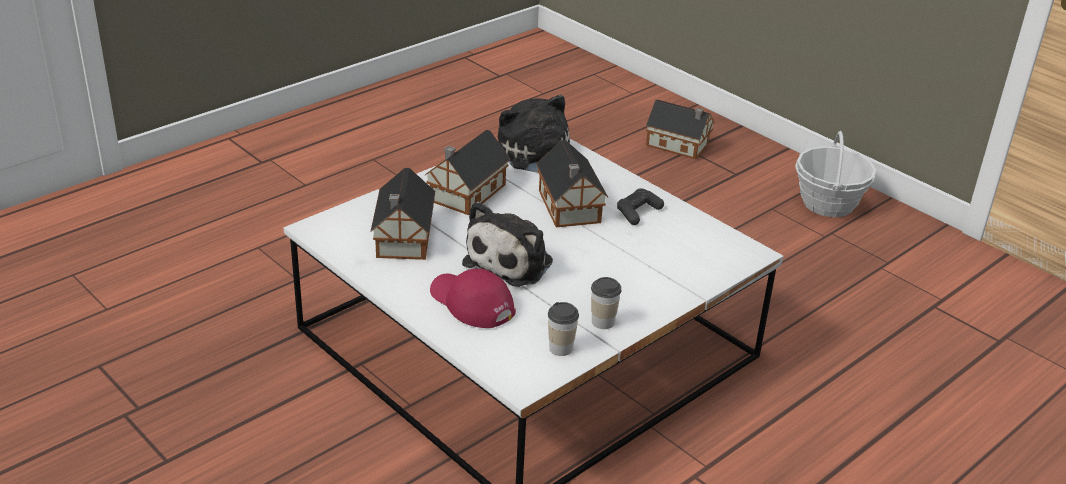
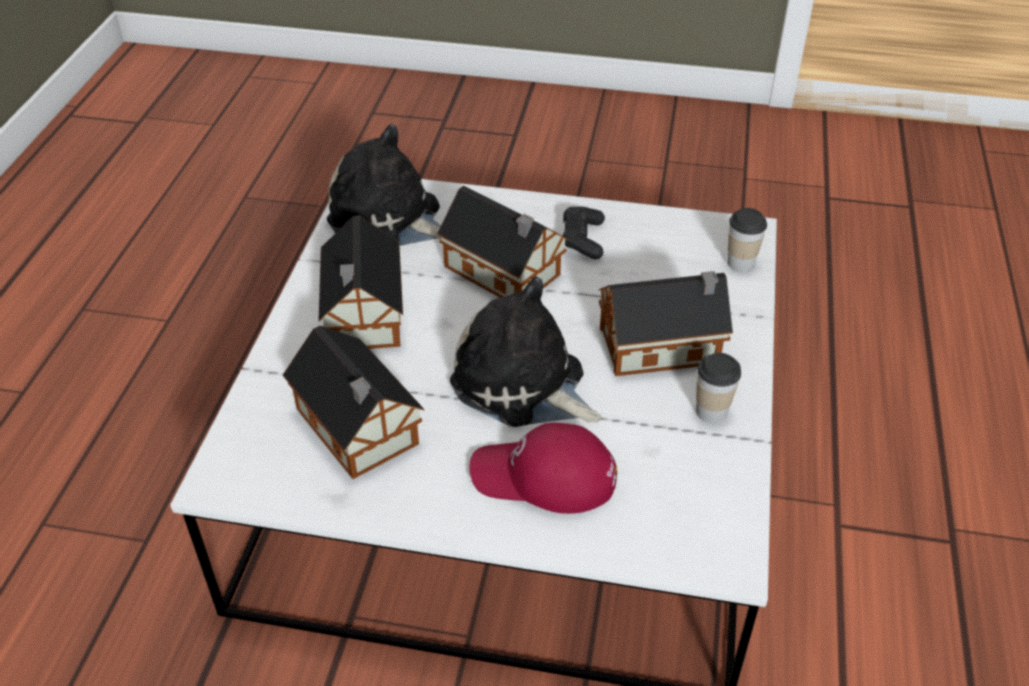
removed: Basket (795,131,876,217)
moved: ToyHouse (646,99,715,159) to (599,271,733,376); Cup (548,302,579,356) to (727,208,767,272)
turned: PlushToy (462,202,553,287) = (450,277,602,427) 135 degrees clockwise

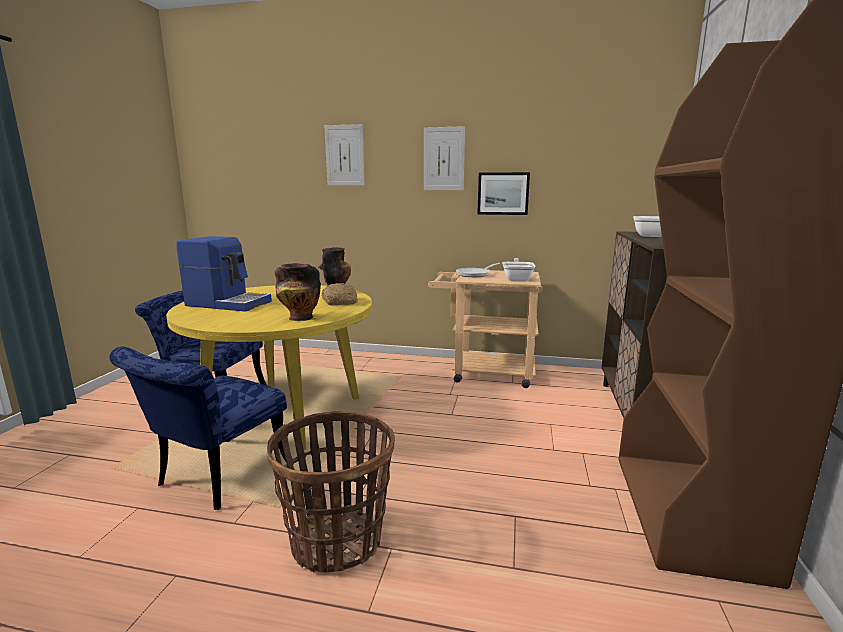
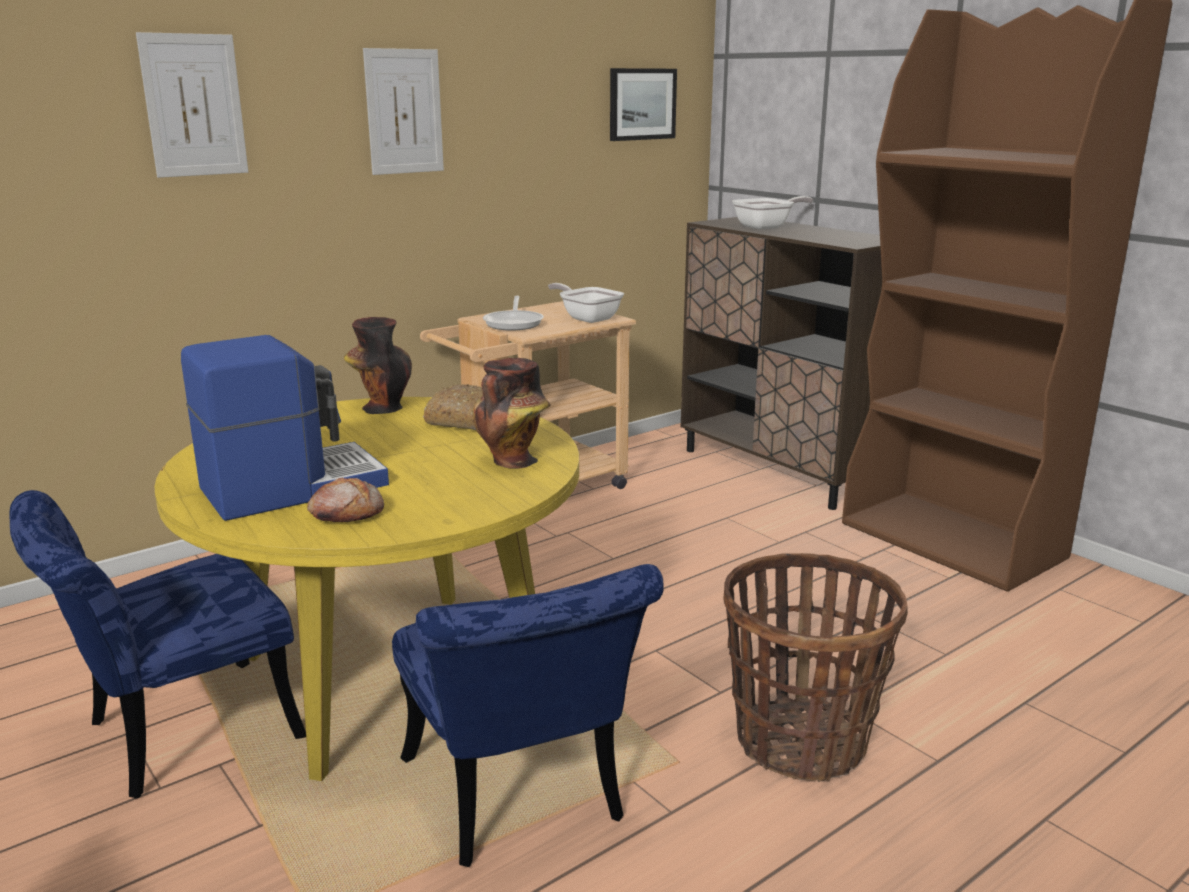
added: Bread (307,478,384,522)
moved: Picture (477,172,530,215) to (610,68,677,141)

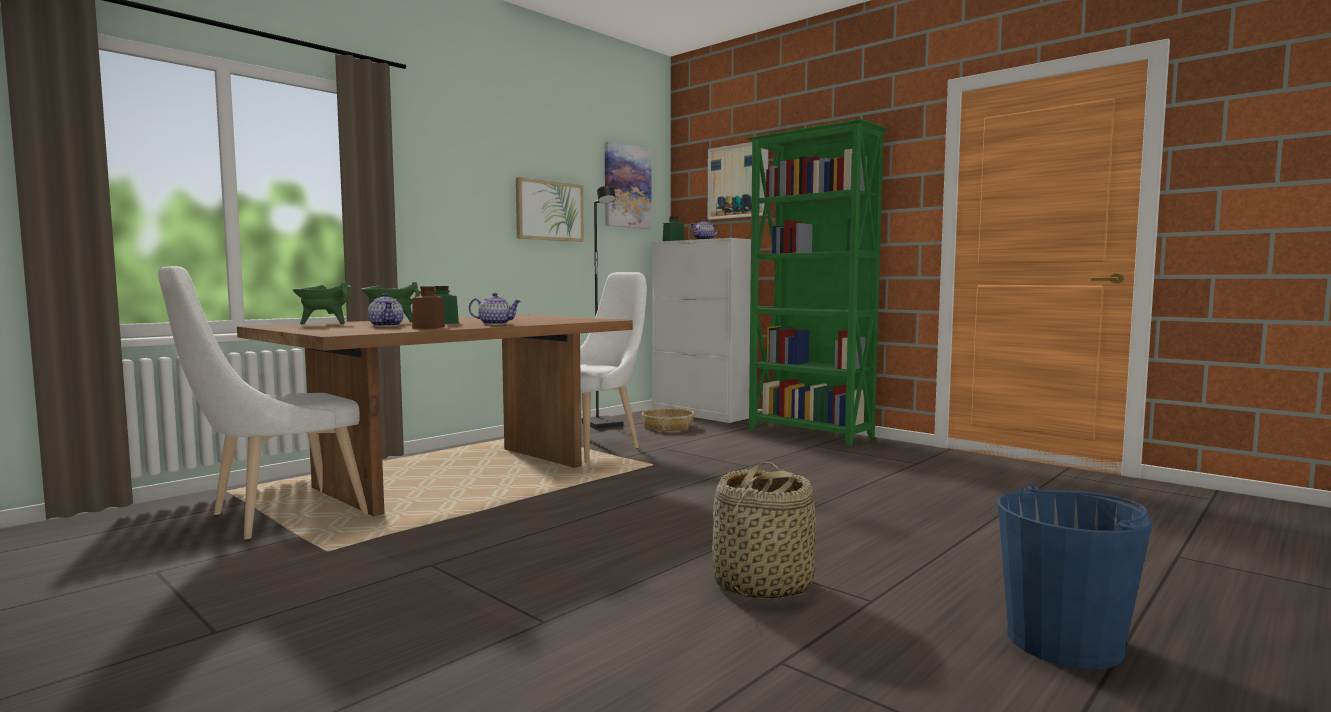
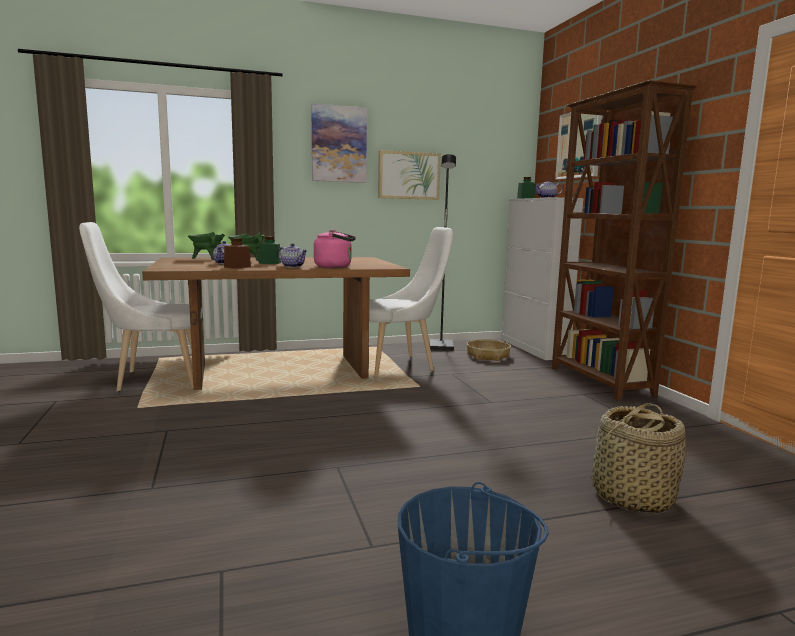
added: PinkKettle (314,230,356,268)
moved: Picture (605,141,651,229) to (311,103,367,183); Basket (712,462,816,599) to (591,403,686,514)
recoloured: GreenBookcase (747,119,888,446) to BrownBookcase (552,80,697,401)

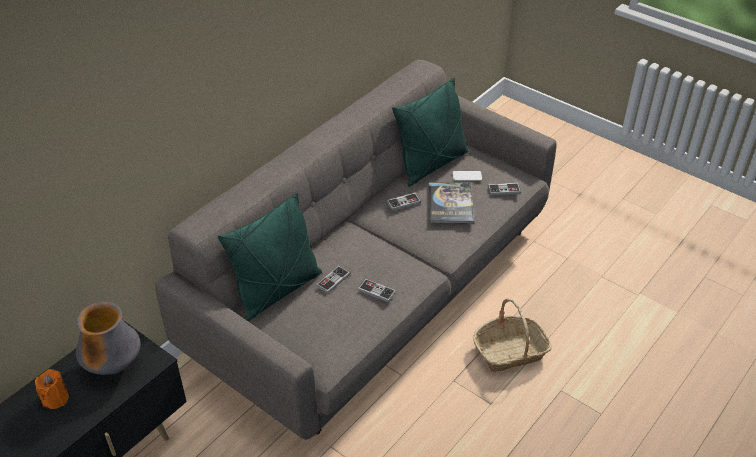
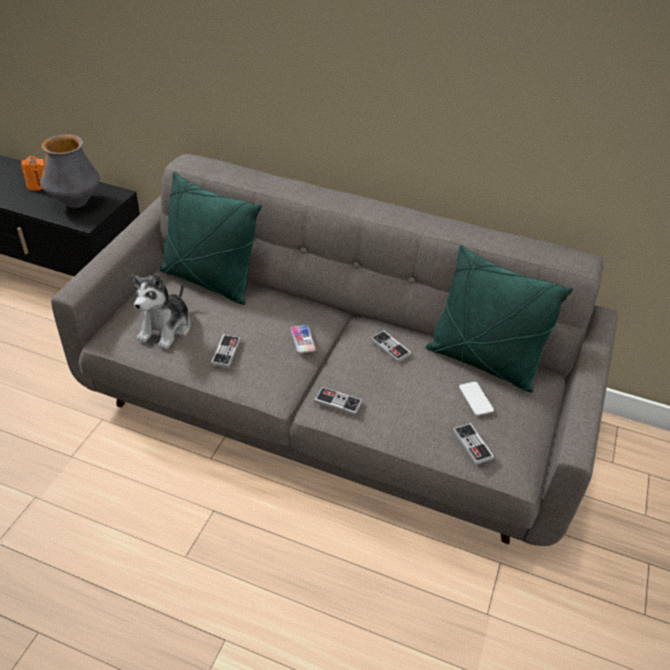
removed: Book (429,182,475,224); Basket (473,299,552,372)
added: PlushToy (131,273,191,349); Phone (291,325,316,353)
moved: GameController (316,266,350,294) to (314,387,362,416)

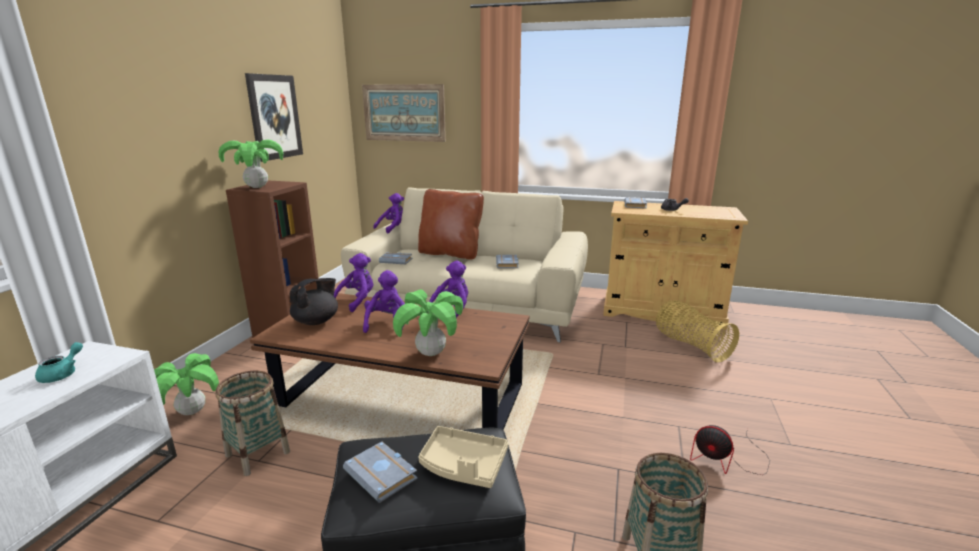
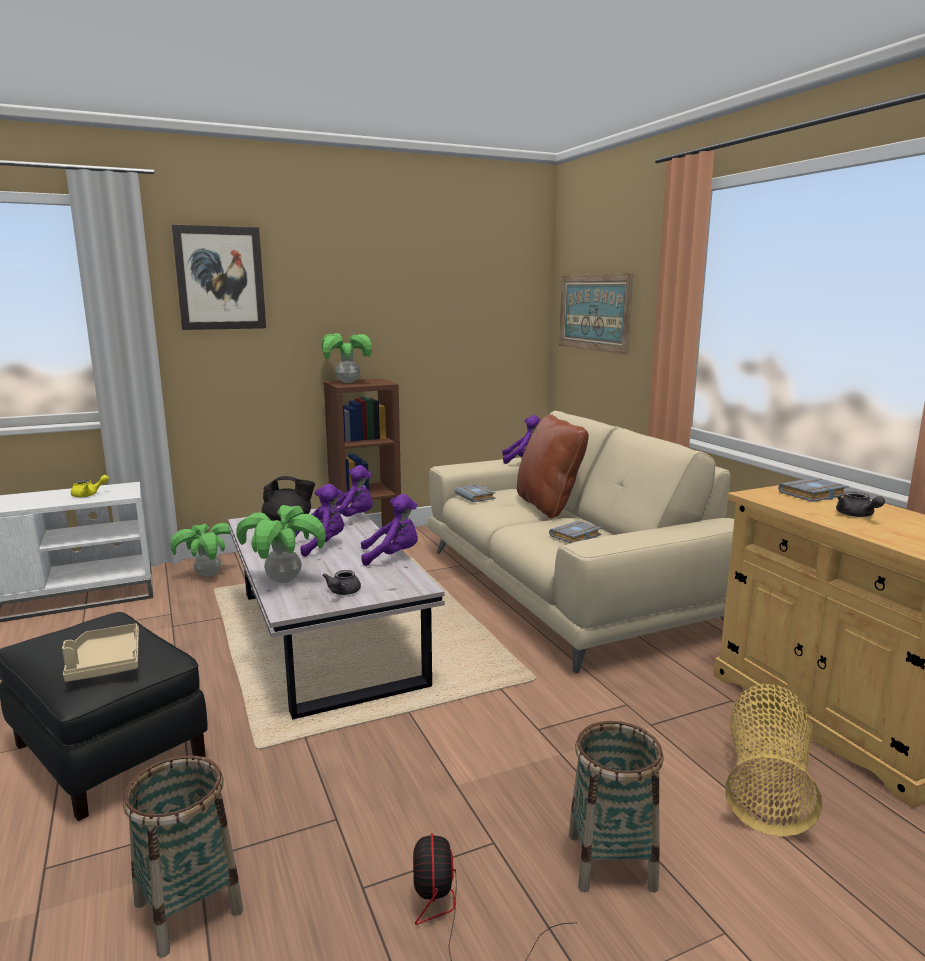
removed: GreyBook (343,442,418,503)
added: GreyTeapot (322,570,361,595)
moved: Picture (245,73,303,162) to (172,225,266,330); Basket (216,371,290,476) to (569,721,664,893)
recoloured: BrownCoffeeTable (250,293,530,430) to WhiteCoffeeTable (228,504,445,720); TurquoiseTeapot (35,342,83,383) to YellowTeapot (71,475,109,497)

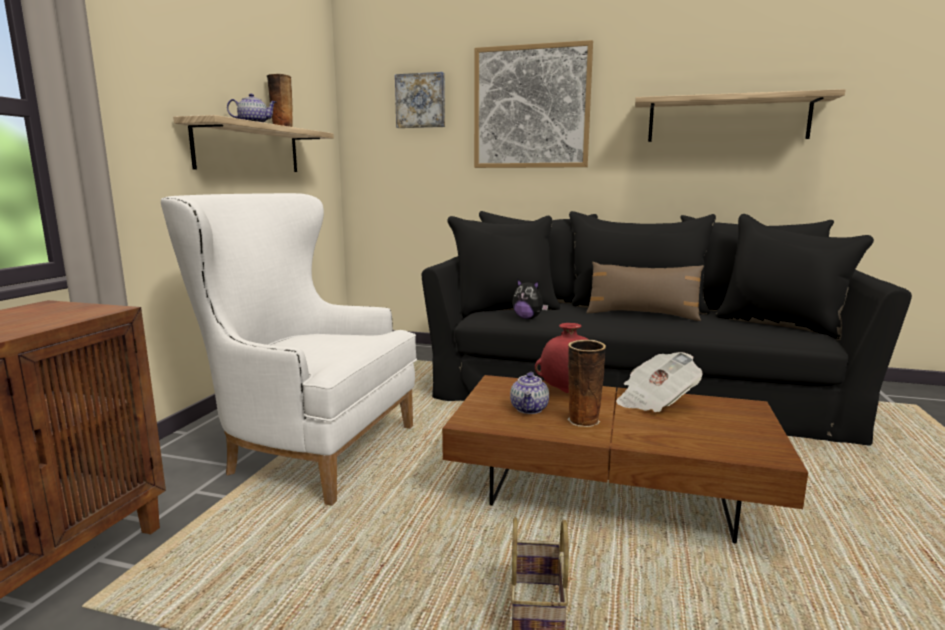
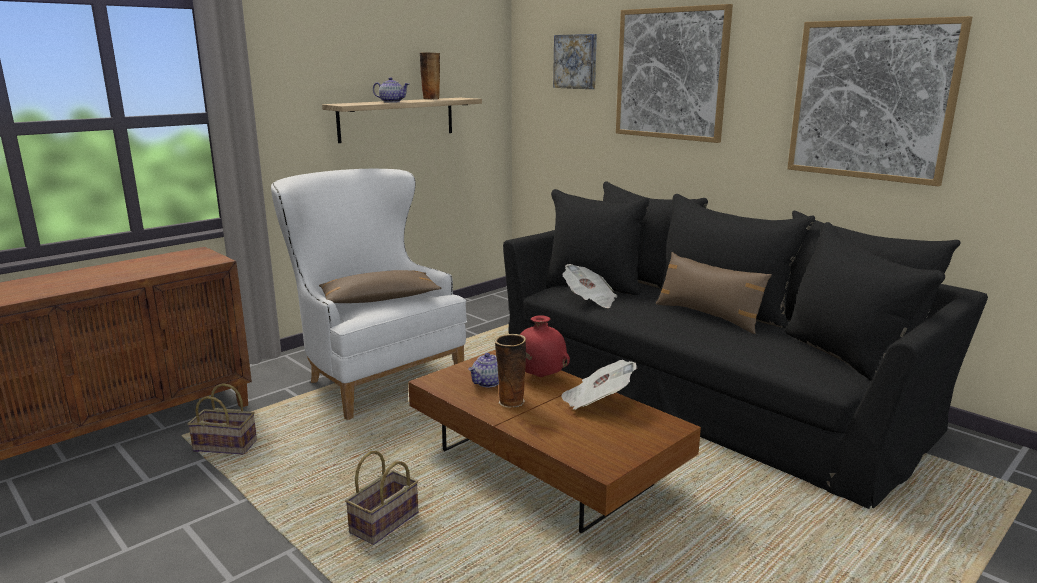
added: BrownPillow (319,270,441,303); Basket (188,383,257,454)
replaced: Shelf (635,89,846,142) to Picture (787,16,972,187); PlushToy (512,279,548,319) to Newspaper (563,264,617,308)

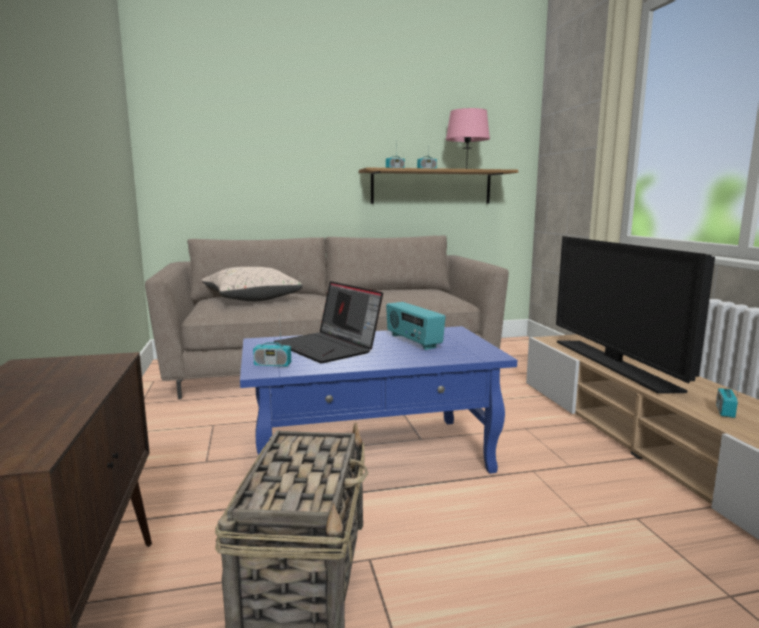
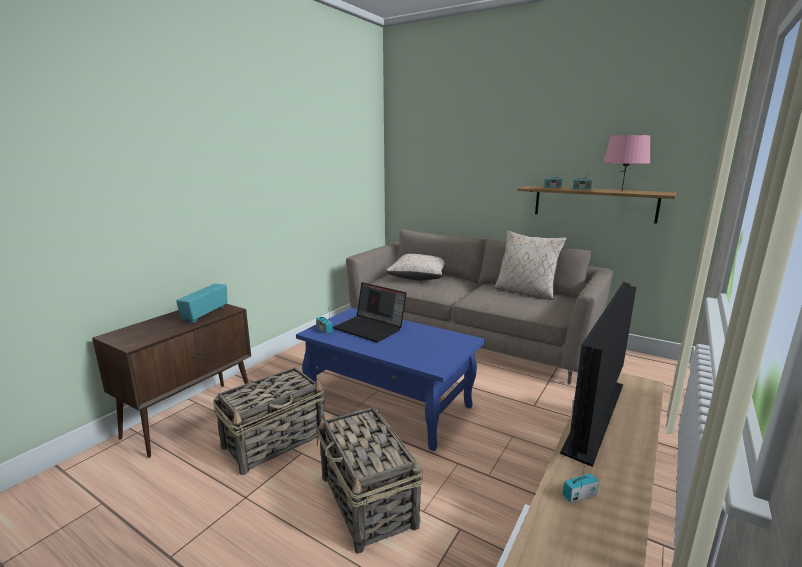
added: BeigePillow (495,230,567,300); Basket (316,407,423,554)
moved: Radio (386,302,446,350) to (176,284,228,323)
turned: Laptop (274,281,383,363) = (333,282,407,342) 60 degrees counterclockwise

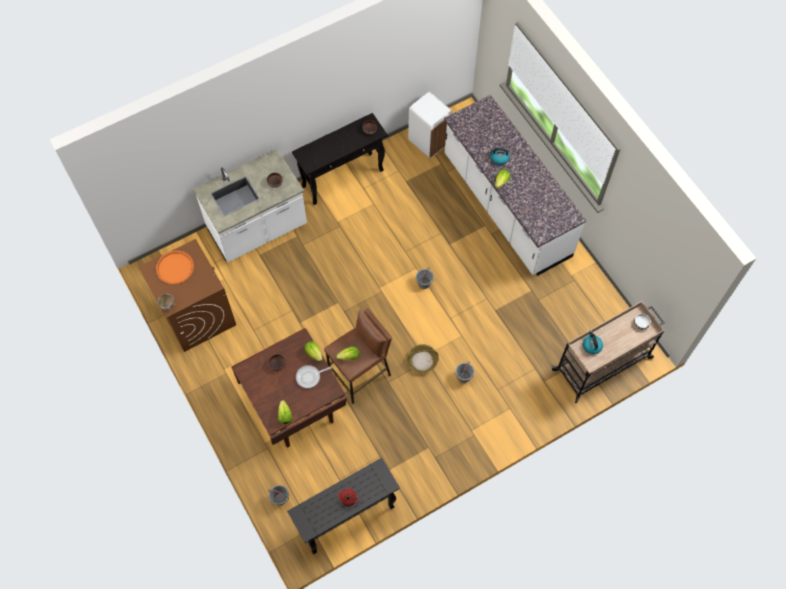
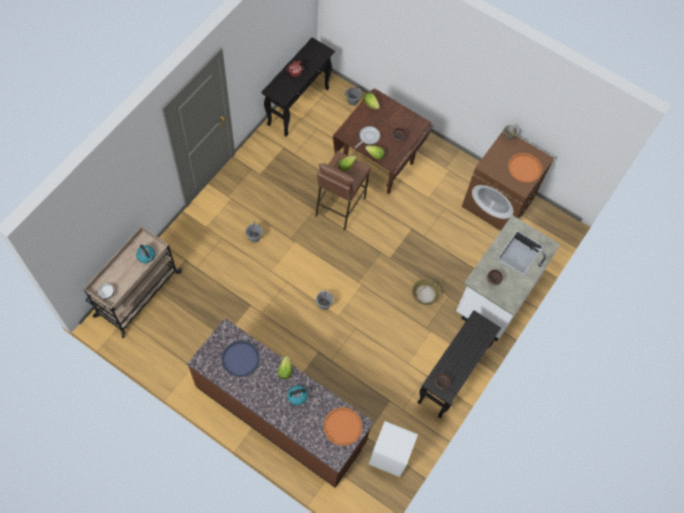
added: BlueTray (221,341,260,377); OrangeTray (323,407,363,446)
moved: Basket (407,344,438,373) to (412,279,441,305)
recoloured: WhiteCounter (444,95,586,276) to BrownCounter (187,318,374,487)

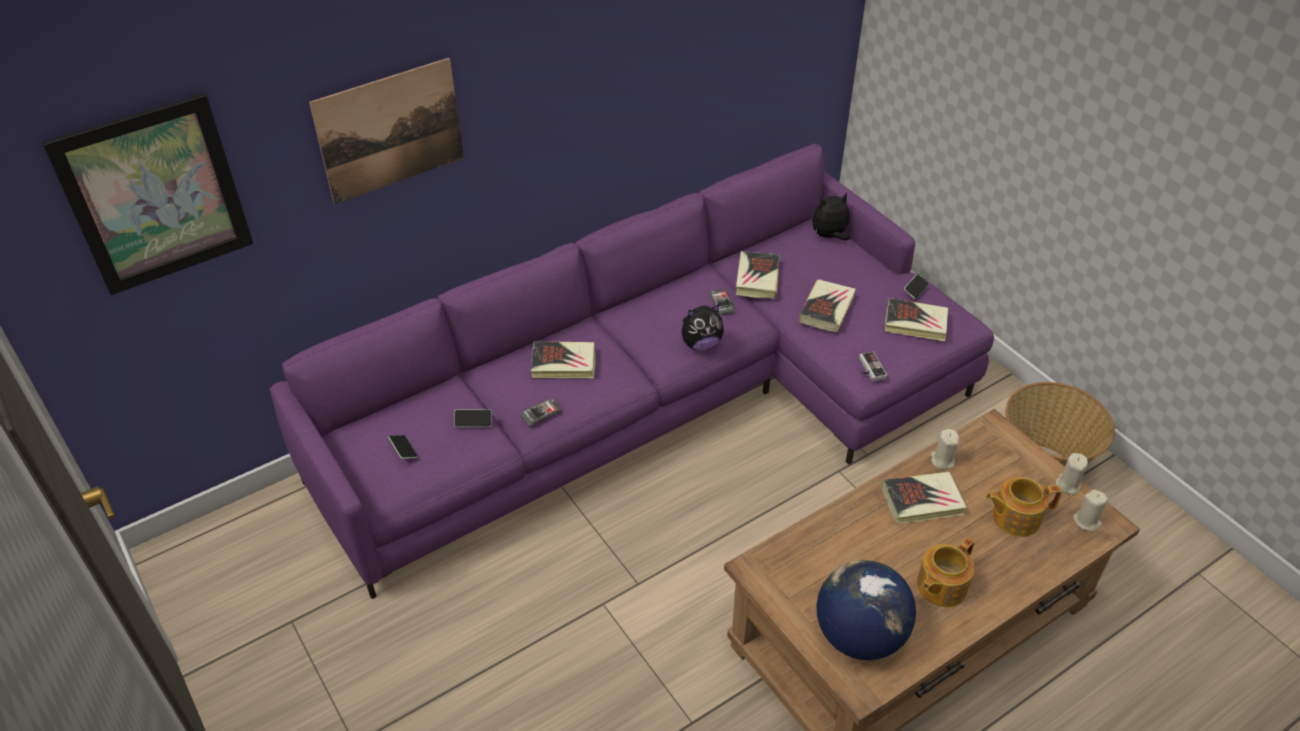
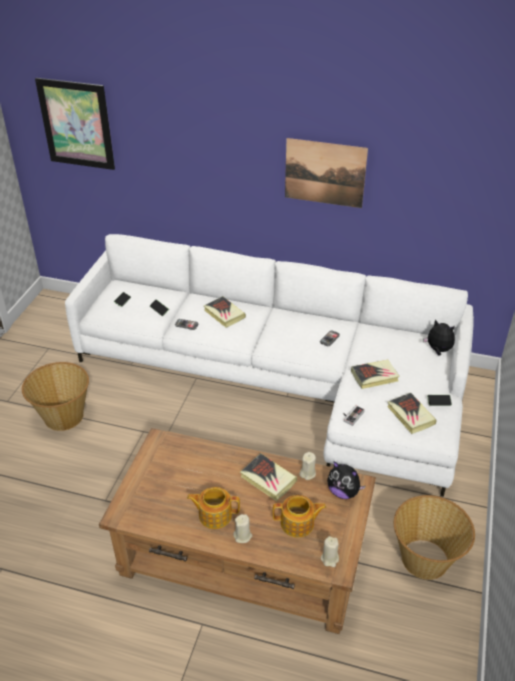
removed: Book (736,251,780,299); Globe (816,560,916,660)
added: Basket (22,362,89,431)
moved: Picture (309,58,464,204) to (285,138,368,208); PlushToy (682,304,724,351) to (327,461,366,499); BeigeCandle (1056,453,1088,495) to (233,514,252,543)
recoloured: PurpleSofa (270,144,994,599) to WhiteSofa (65,234,474,497)
turned: Teapot (986,477,1062,537) = (273,495,326,538) 135 degrees clockwise

